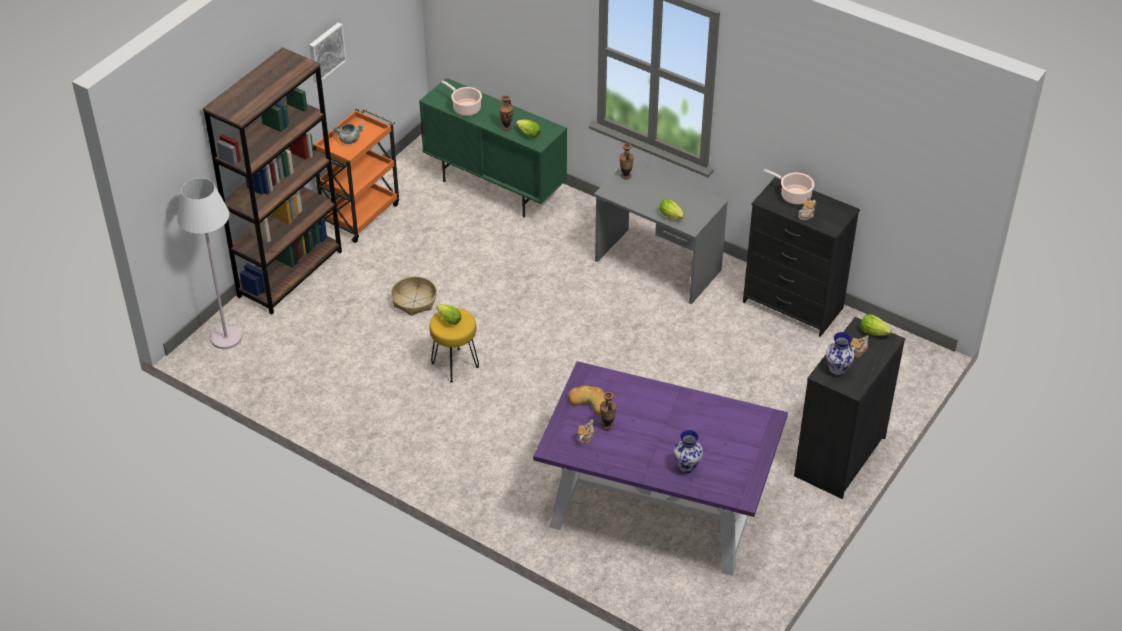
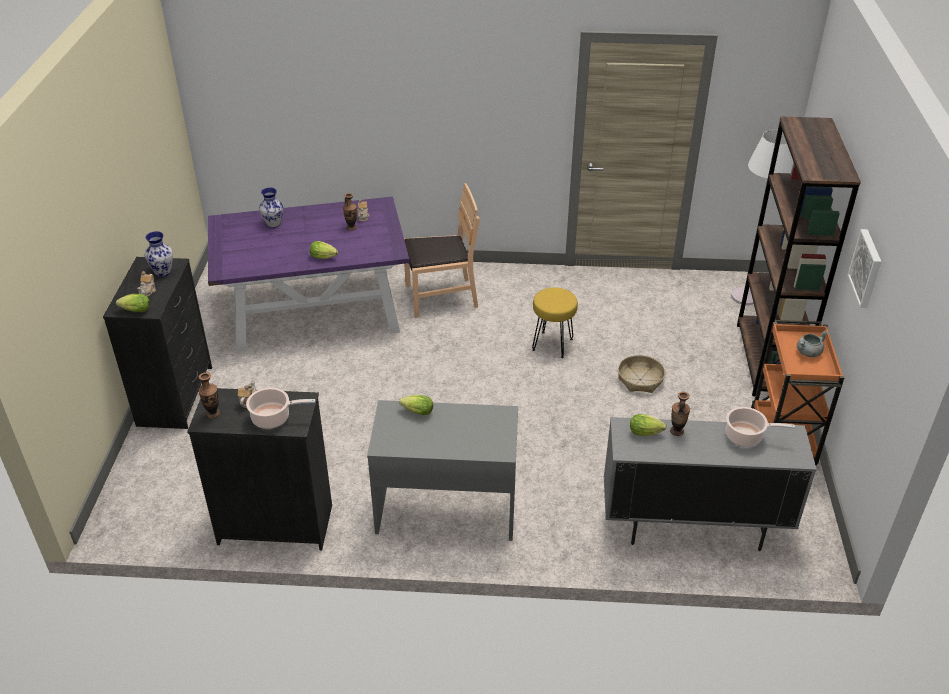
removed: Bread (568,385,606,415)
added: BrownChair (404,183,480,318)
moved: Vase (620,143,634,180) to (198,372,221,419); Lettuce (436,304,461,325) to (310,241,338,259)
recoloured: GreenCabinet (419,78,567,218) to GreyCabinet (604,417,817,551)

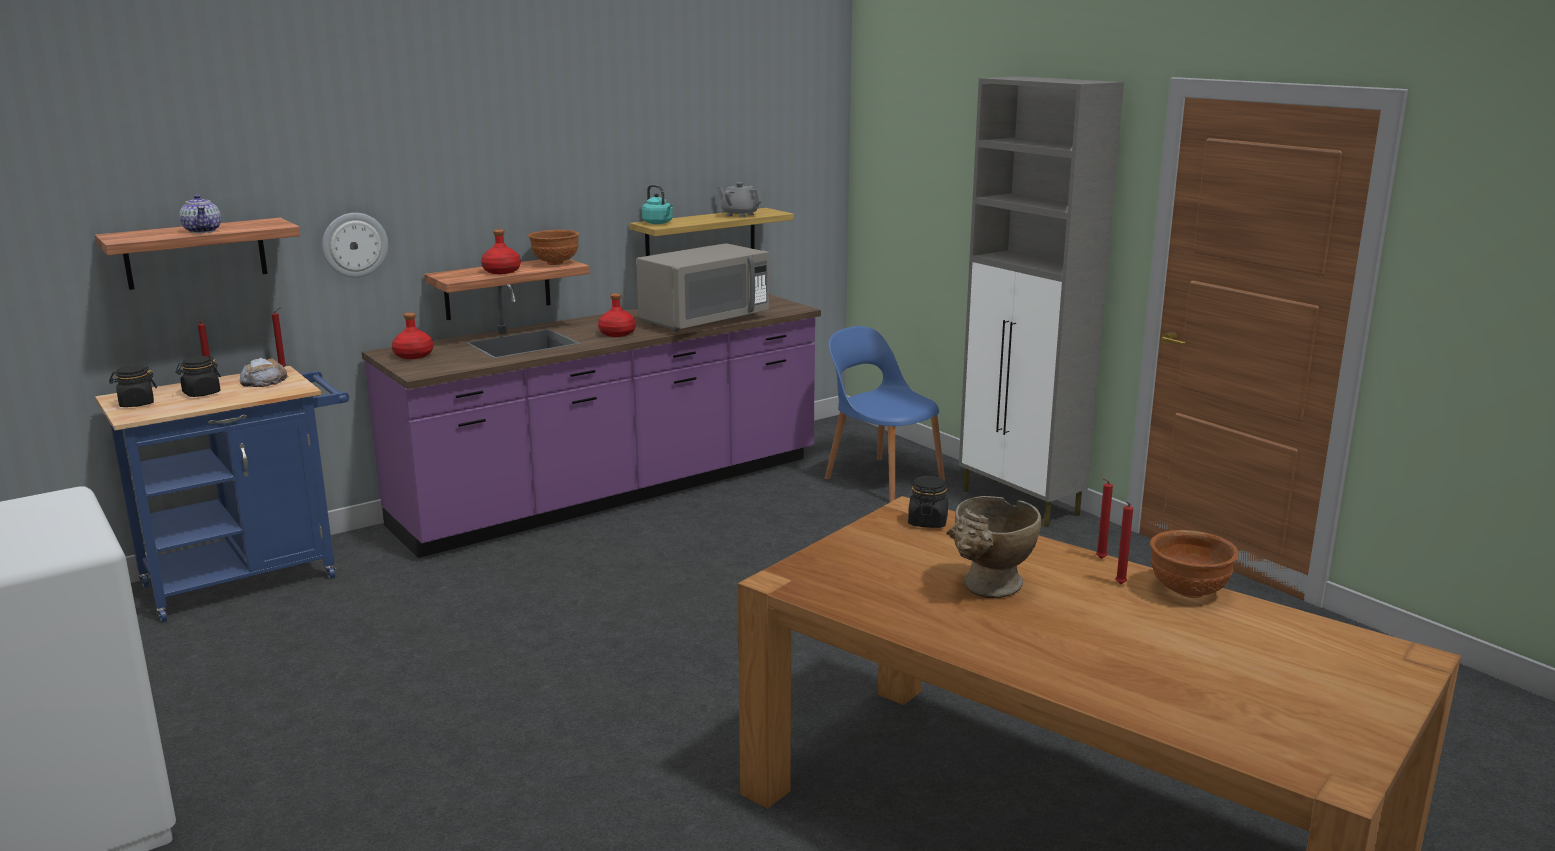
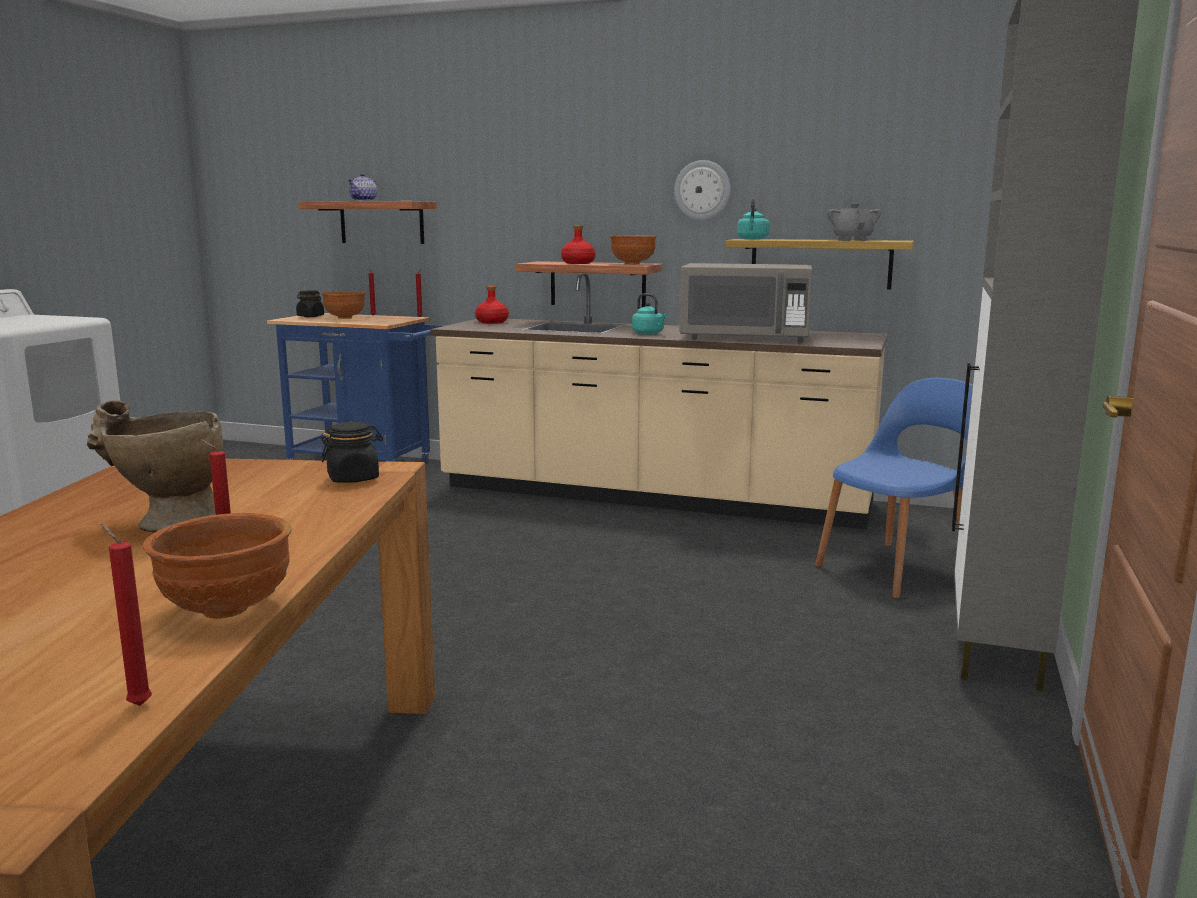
removed: Bread (239,358,289,387)
moved: WallClock (322,213,388,278) to (674,160,731,220); RedCandle (1096,478,1113,559) to (101,524,152,706)
replaced: RedBottle (598,293,636,337) to TurquoiseKettle (632,293,667,335); BlackJar (175,356,221,397) to BrownBowl (321,291,366,319)
recoloured: PurpleCounter (362,284,821,558) to BeigeCounter (430,273,888,529)
turned: BlueChair (825,326,945,502) = (815,378,973,598) 45 degrees clockwise

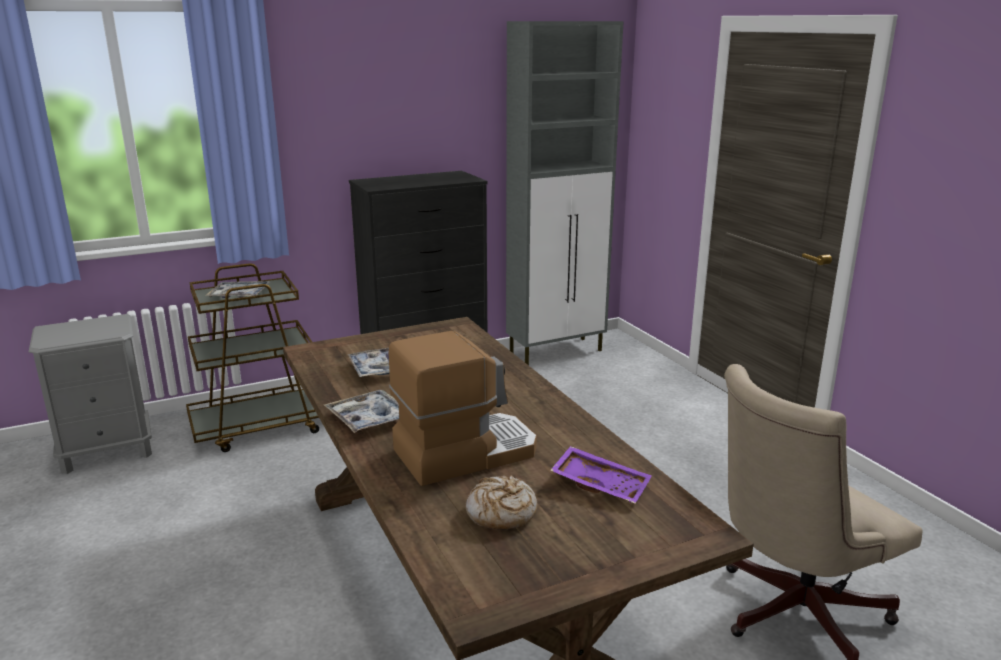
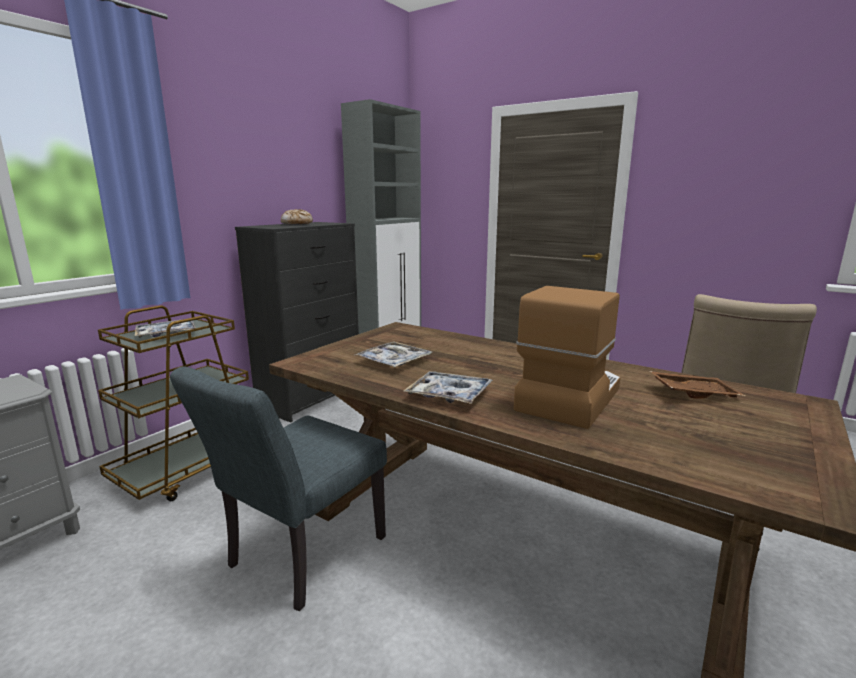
added: GreyChair (170,366,387,611)
moved: Bread (466,475,537,529) to (281,209,313,225)
recoloured: PurpleTray (550,446,652,504) to BrownTray (650,371,745,399)

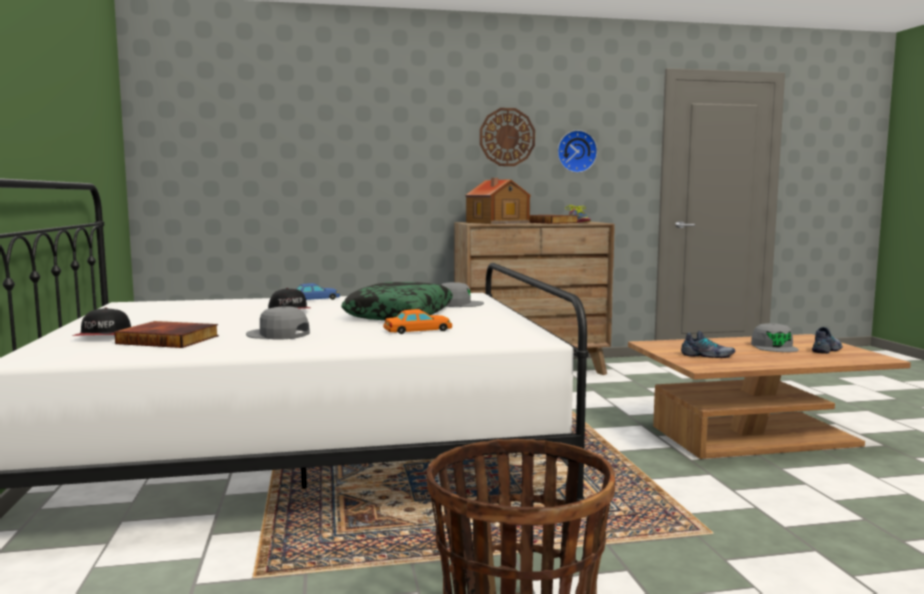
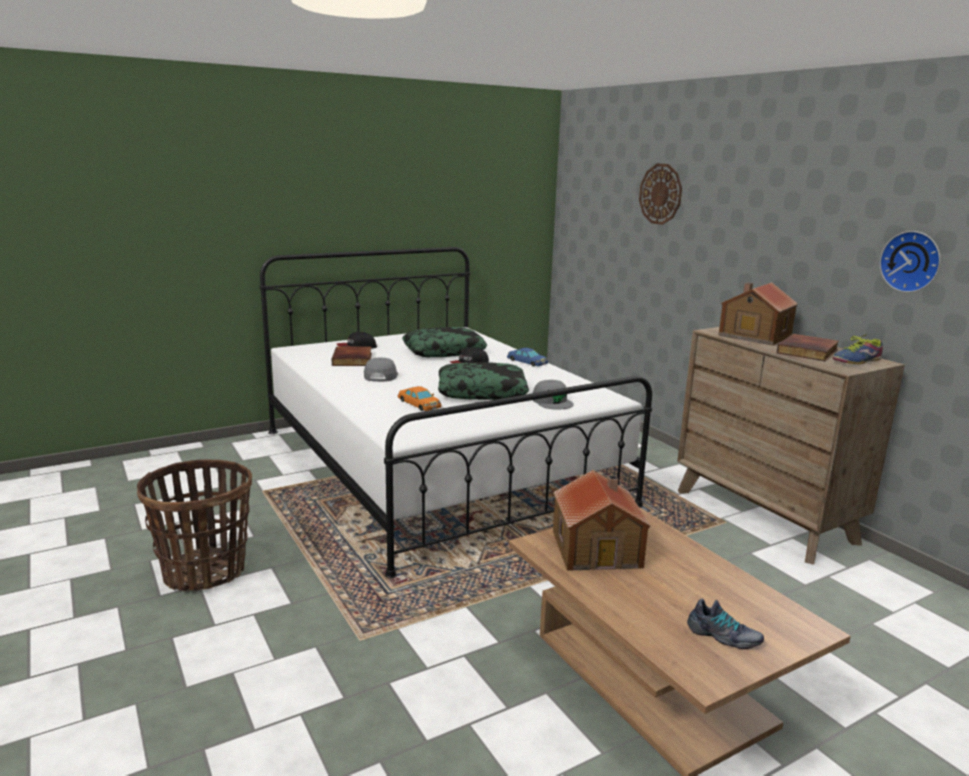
removed: GreyCap (751,323,799,352)
added: Pillow (402,327,487,357)
moved: WallClock (480,108,535,166) to (639,164,682,225)
replaced: Shoe (681,331,735,358) to ToyHouse (553,470,650,571)

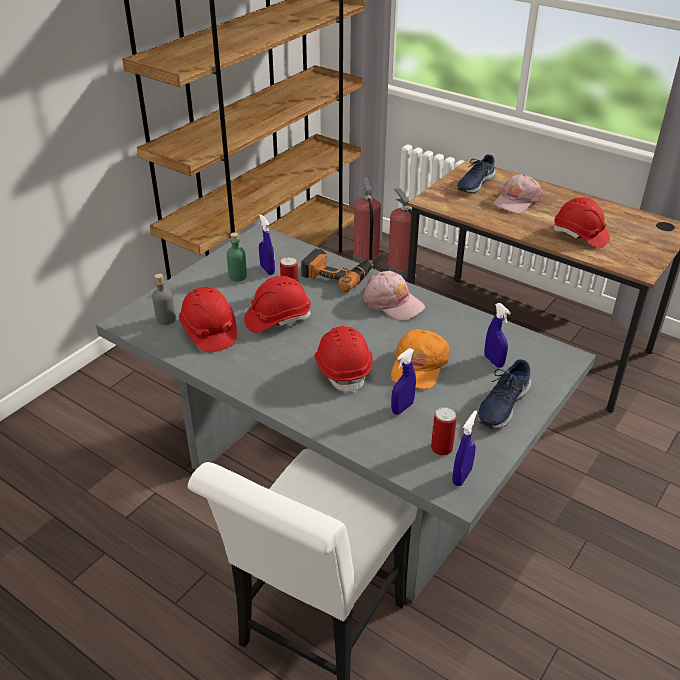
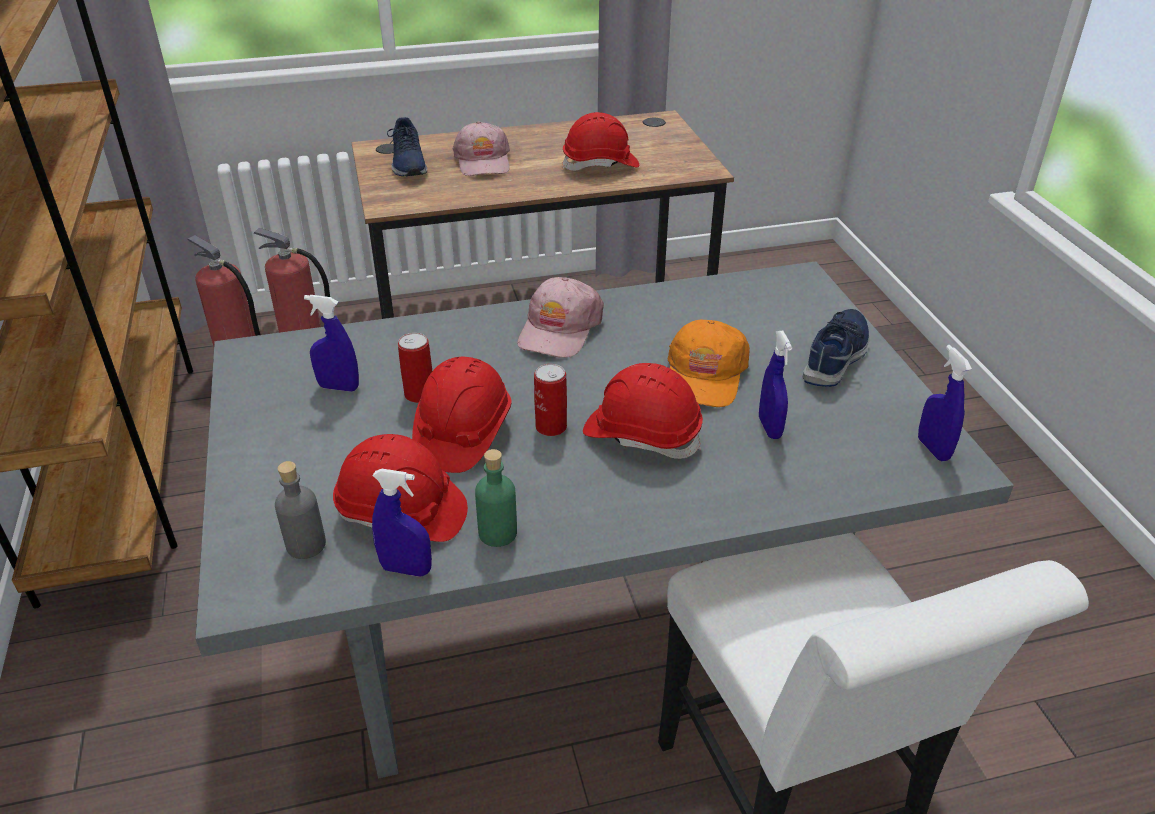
removed: PowerDrill (301,248,372,292)
moved: GreenBottle (227,232,247,281) to (475,449,517,547); BlueSprayBottle (485,303,511,368) to (372,469,432,576); Can (431,407,457,456) to (534,364,567,436)
turned: PinkCap (363,271,425,321) = (518,277,604,358) 120 degrees clockwise; OrangeCap (391,329,450,389) = (668,320,750,407) 45 degrees clockwise; BlueShoe (477,359,531,429) = (803,309,870,387) 135 degrees counterclockwise

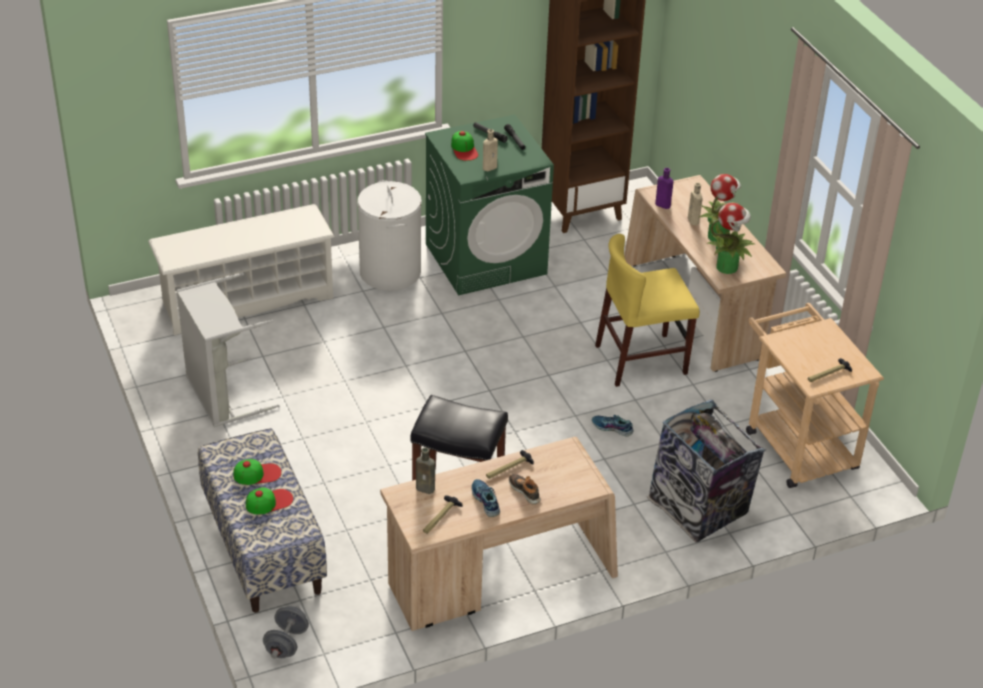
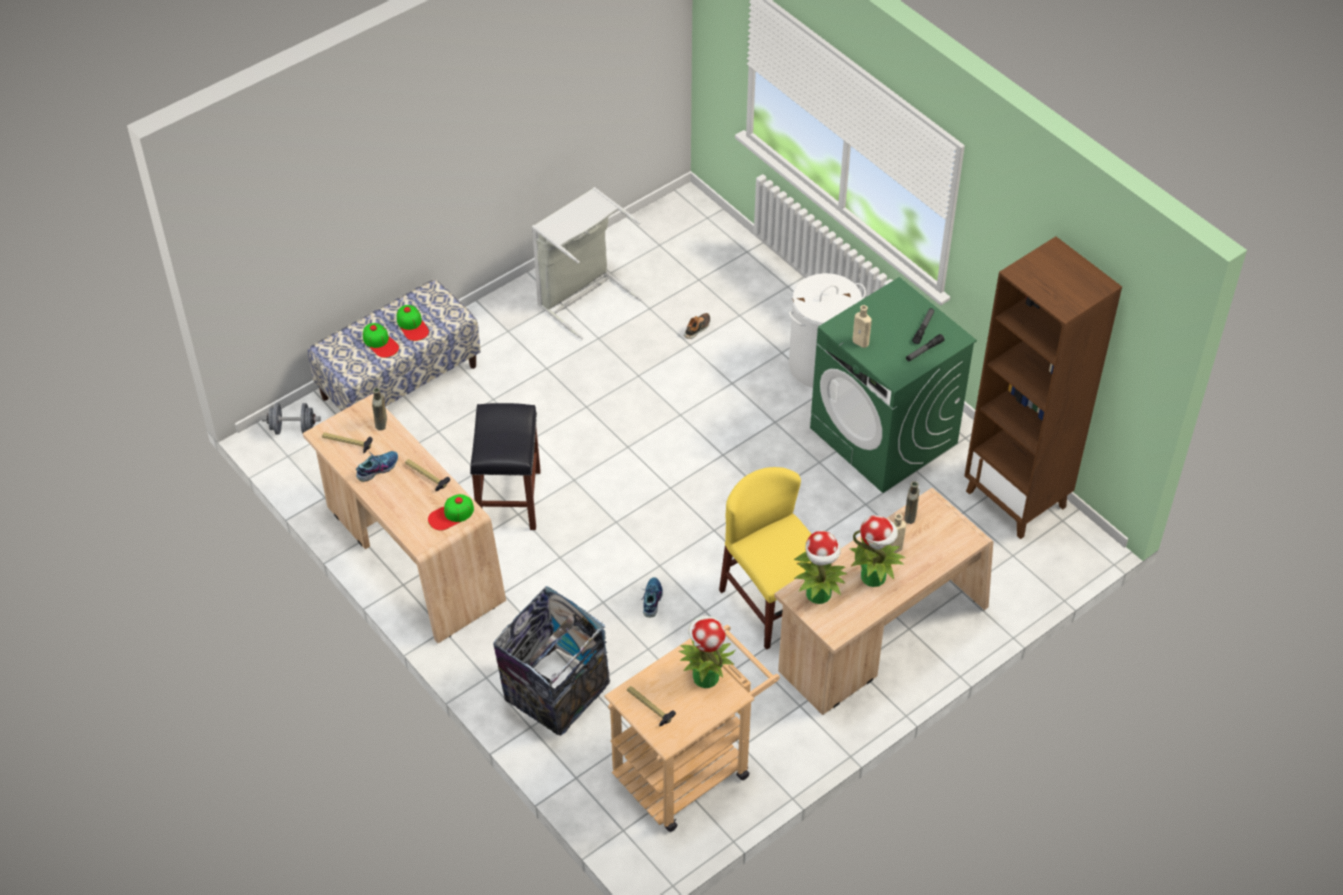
removed: WhiteShoeRack (148,204,334,335)
added: PottedPlant (679,616,735,688)
moved: Cap (451,131,478,161) to (428,494,474,531); Shoe (509,474,541,505) to (684,313,710,339)
recoloured: PurpleBottle (655,168,673,209) to BrownBottle (904,481,920,524)

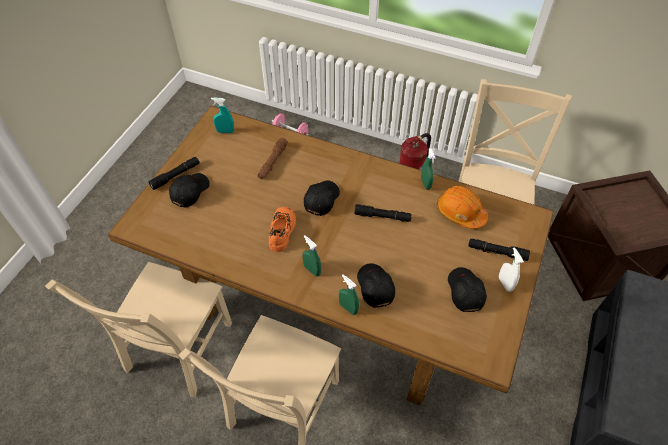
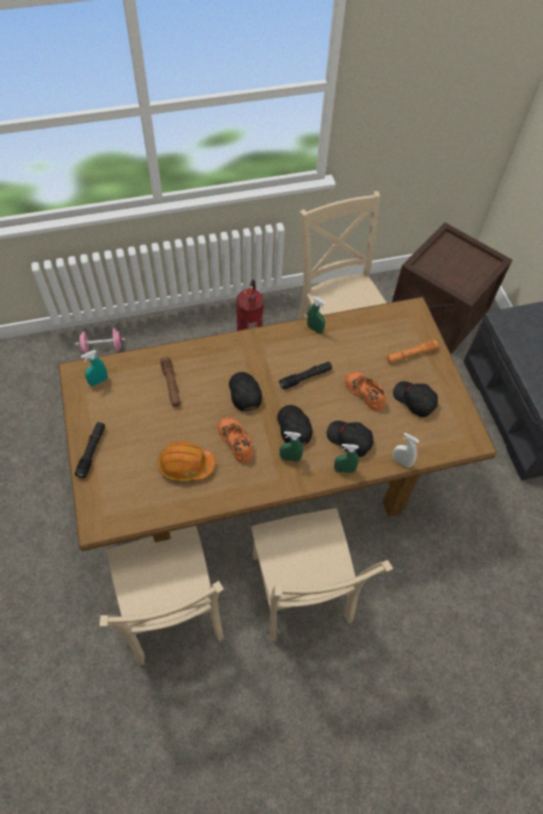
added: OrangeShoe (344,372,386,411)
moved: BlackCap (169,173,210,208) to (277,405,312,446); OrangeHardHat (437,186,488,229) to (158,441,215,481); WhiteSprayBottle (499,247,524,292) to (393,432,419,468)
recoloured: BlackFlashlight (468,238,530,261) to OrangeFlashlight (387,340,439,363)

